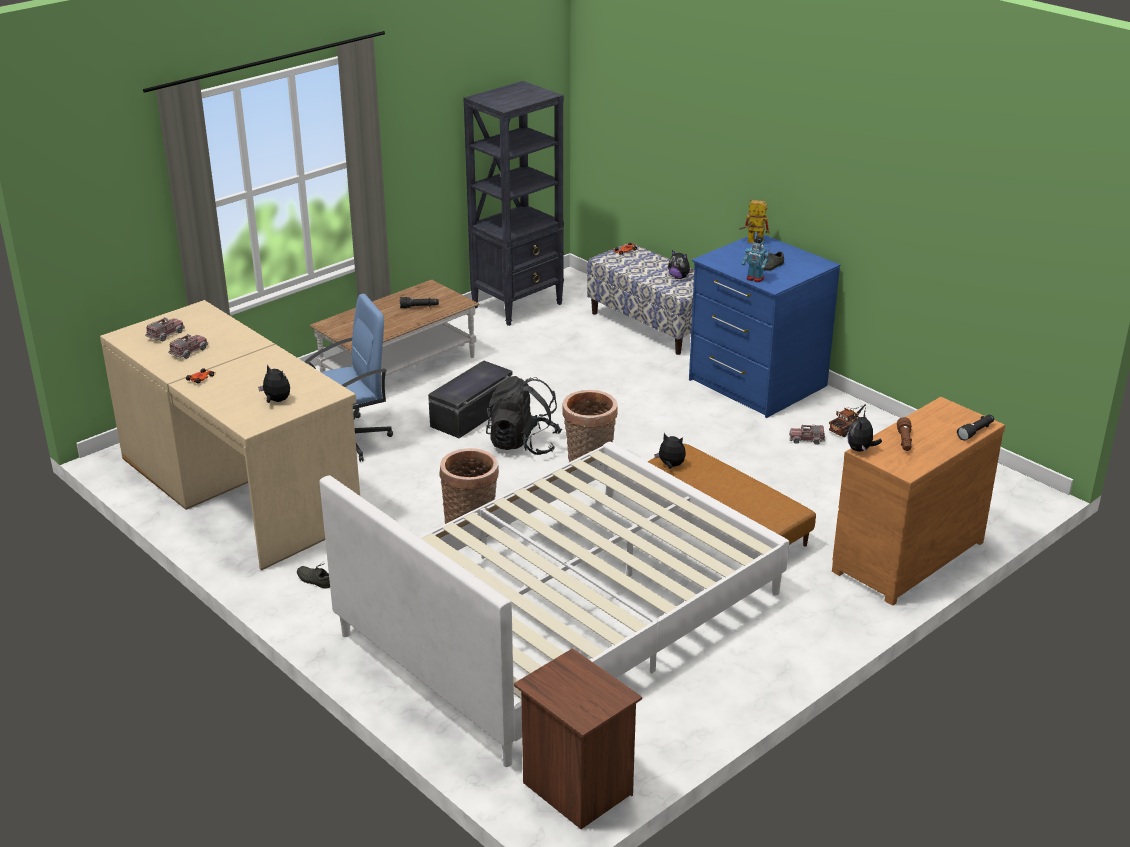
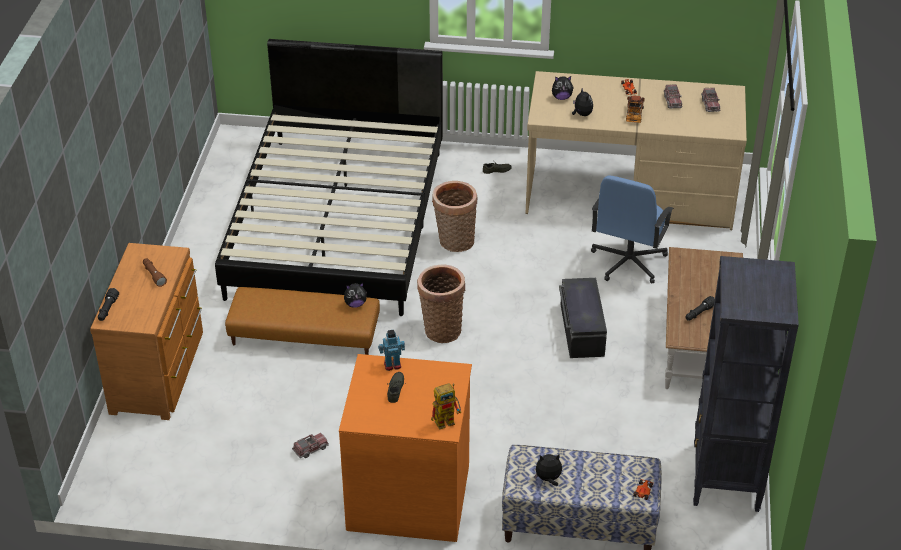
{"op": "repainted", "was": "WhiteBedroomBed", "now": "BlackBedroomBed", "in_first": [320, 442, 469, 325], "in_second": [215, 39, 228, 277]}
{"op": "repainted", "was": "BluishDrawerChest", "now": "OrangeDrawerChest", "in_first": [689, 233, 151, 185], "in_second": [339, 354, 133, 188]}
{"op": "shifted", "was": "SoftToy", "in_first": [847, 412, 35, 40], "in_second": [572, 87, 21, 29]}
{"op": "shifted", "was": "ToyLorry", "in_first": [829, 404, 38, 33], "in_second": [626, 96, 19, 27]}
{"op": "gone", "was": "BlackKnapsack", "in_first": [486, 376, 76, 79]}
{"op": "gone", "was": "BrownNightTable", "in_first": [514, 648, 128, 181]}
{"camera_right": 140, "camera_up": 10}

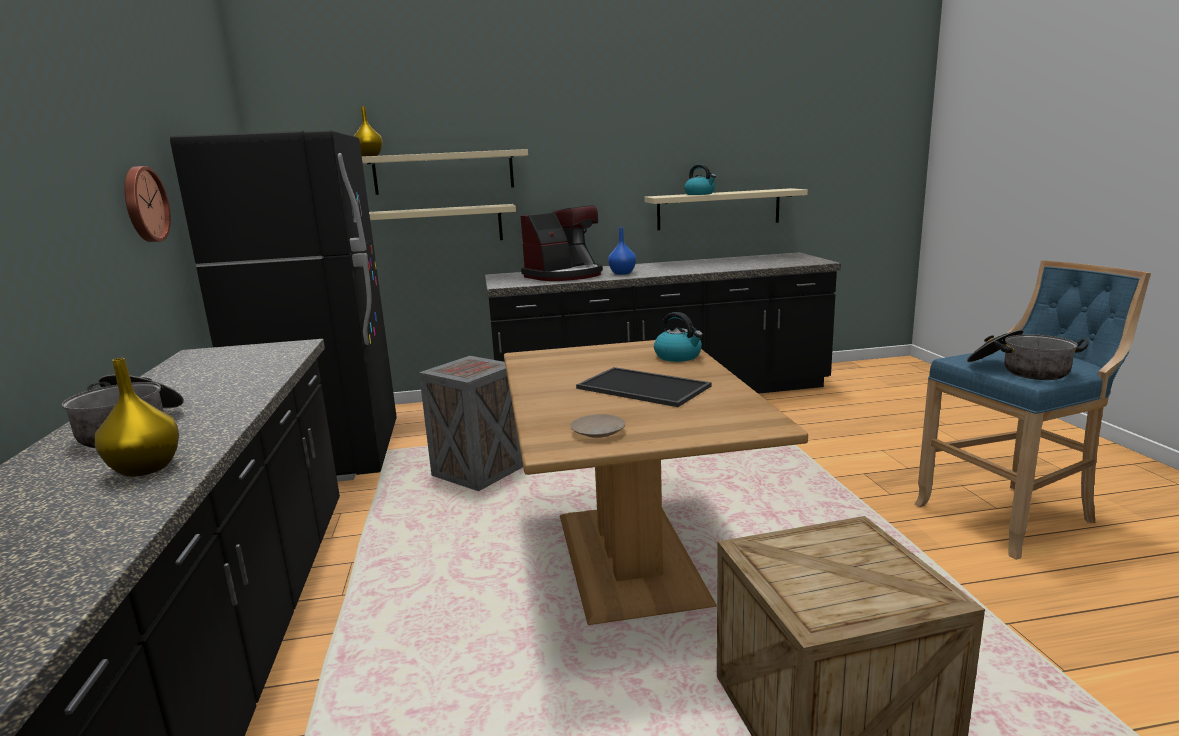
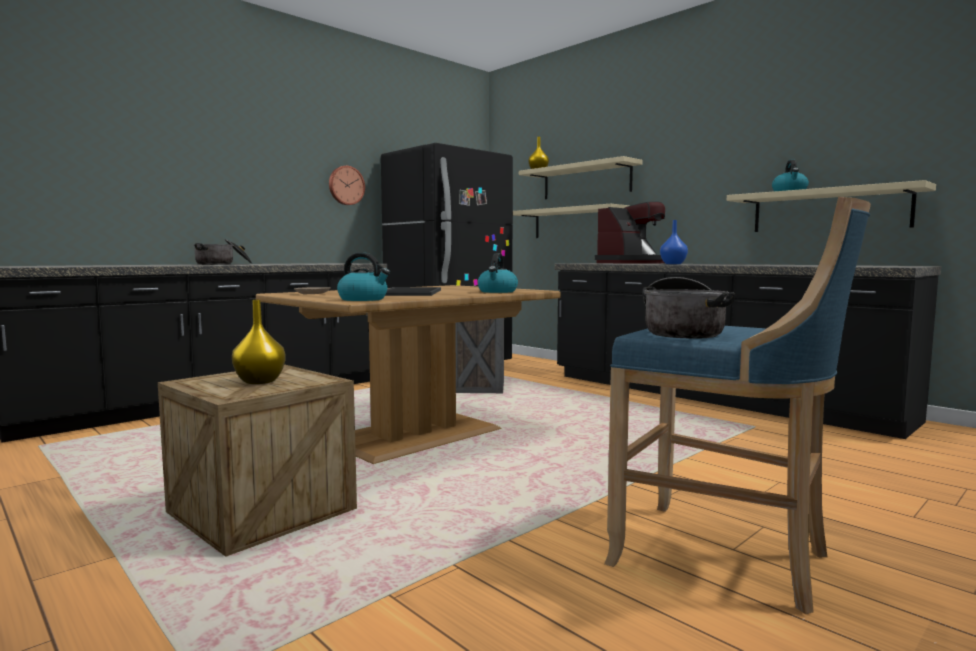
{"op": "shifted", "was": "YellowColouredFlowerVase", "in_first": [95, 358, 84, 119], "in_second": [232, 300, 54, 84]}
{"op": "new", "now": "WaterKettle", "in_second": [337, 252, 53, 49]}
{"op": "rotated", "was": "CoffeeBrewer", "in_first": [521, 205, 82, 76], "in_second": [595, 201, 70, 63], "clockwise": -60}
{"camera_right": 55, "camera_up": -10}

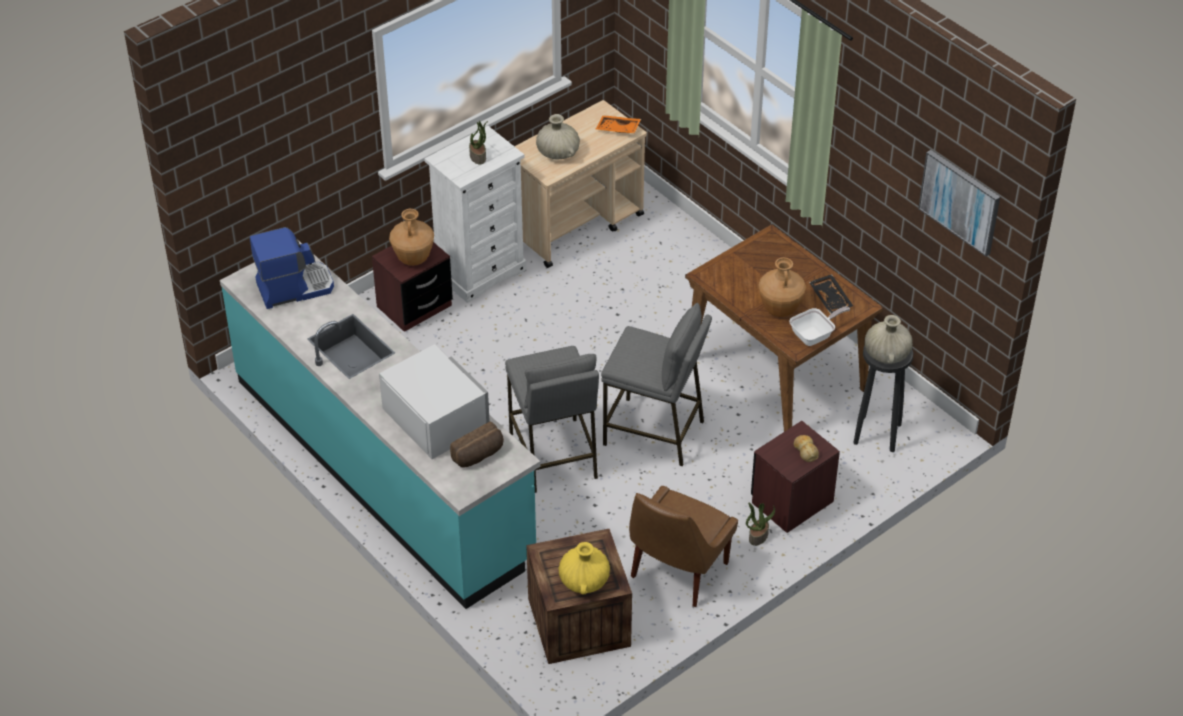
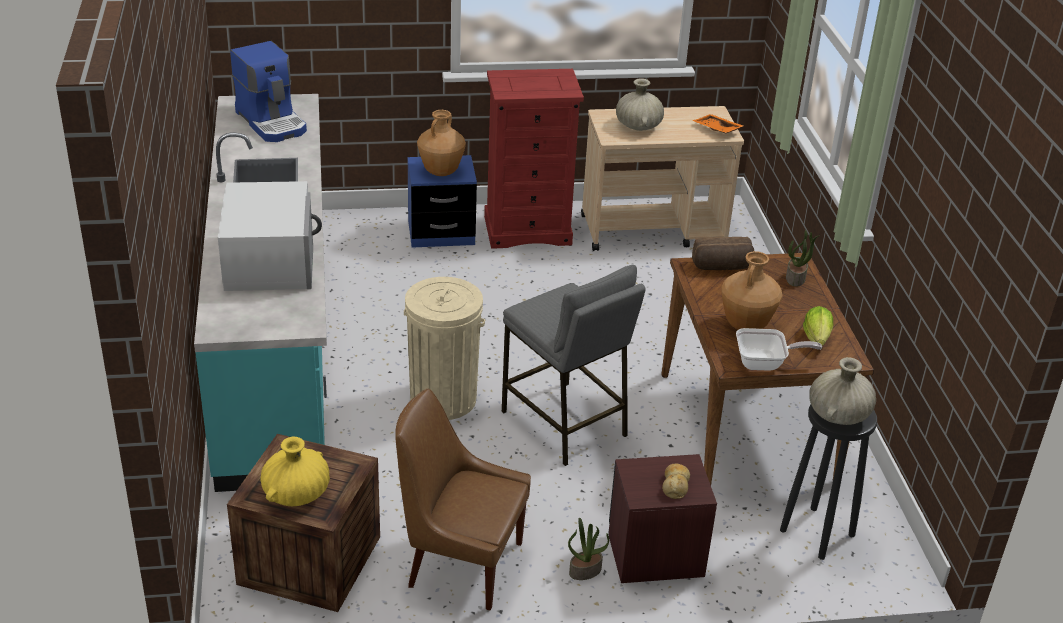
{"op": "rotated", "was": "CoffeeBrewer", "in_first": [250, 227, 84, 82], "in_second": [230, 41, 77, 101], "clockwise": 45}
{"op": "rotated", "was": "BrownUprightChair", "in_first": [629, 486, 109, 121], "in_second": [395, 388, 136, 223], "clockwise": 45}
{"op": "swapped", "was": "GreyishSittingStool", "now": "BeigeWasteBin", "in_first": [505, 346, 94, 147], "in_second": [404, 277, 81, 143]}
{"op": "repainted", "was": "BrownNightTable", "now": "BluishNightTable", "in_first": [372, 242, 81, 90], "in_second": [408, 155, 69, 93]}
{"op": "repainted", "was": "WhiteDrawerChest", "now": "ReddishDrawerChest", "in_first": [424, 126, 103, 177], "in_second": [484, 69, 100, 180]}
{"op": "shifted", "was": "Bread", "in_first": [450, 422, 54, 45], "in_second": [692, 237, 62, 33]}
{"op": "shifted", "was": "PlantInAPot", "in_first": [469, 121, 19, 43], "in_second": [786, 230, 34, 57]}
{"op": "swapped", "was": "BlackServingTray", "now": "Lettuce", "in_first": [809, 274, 44, 40], "in_second": [803, 306, 30, 40]}
{"op": "gone", "was": "Picture", "in_first": [918, 150, 82, 107]}
{"camera_right": 30, "camera_up": -10}

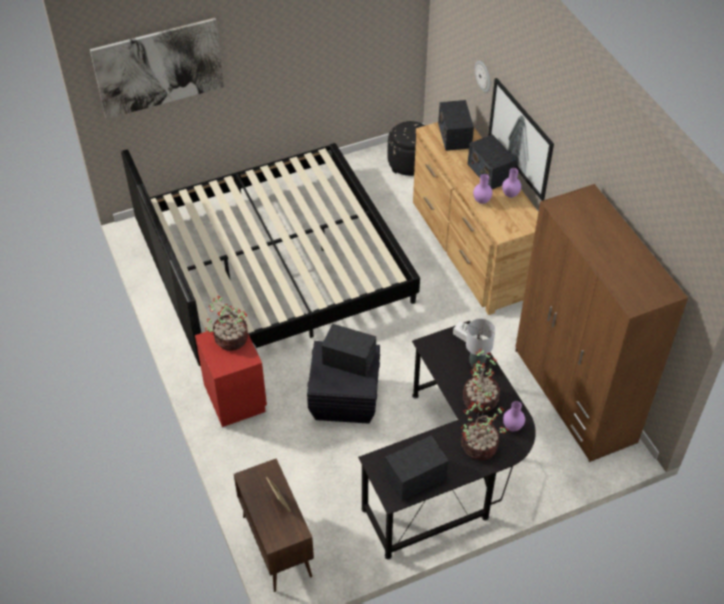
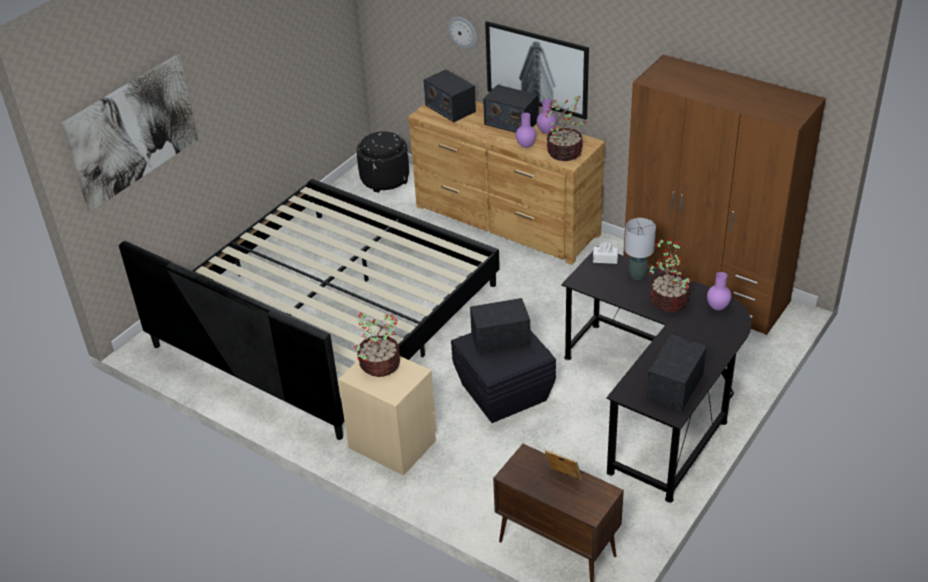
{"op": "repainted", "was": "ReddishNightTable", "now": "BeigeNightTable", "in_first": [195, 331, 72, 96], "in_second": [338, 356, 99, 120]}
{"op": "shifted", "was": "PlantInAPot", "in_first": [461, 401, 48, 59], "in_second": [545, 96, 41, 65]}
{"camera_right": -30, "camera_up": -10}

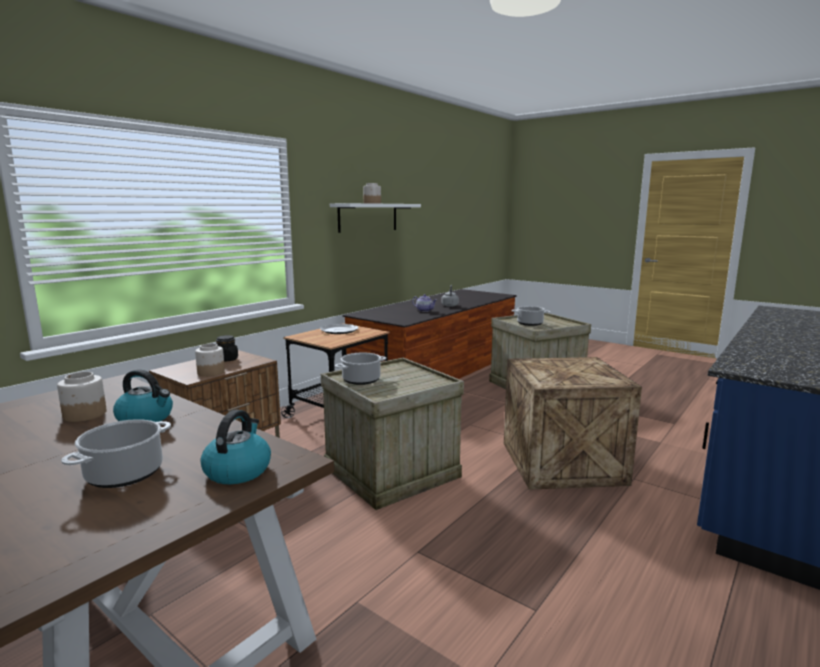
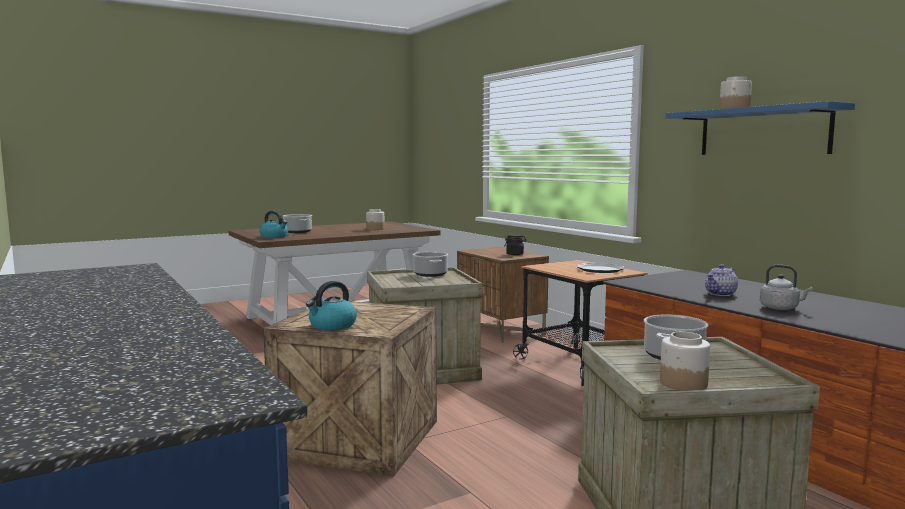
{"op": "shifted", "was": "WaterKettle", "in_first": [113, 369, 60, 53], "in_second": [306, 281, 51, 50]}
{"op": "shifted", "was": "PreserveJar", "in_first": [195, 343, 30, 34], "in_second": [660, 332, 50, 59]}
{"op": "repainted", "was": "WhiteBracketShelf", "now": "BluishBracketShelf", "in_first": [330, 203, 91, 30], "in_second": [665, 101, 190, 54]}
{"camera_right": 110, "camera_up": -5}

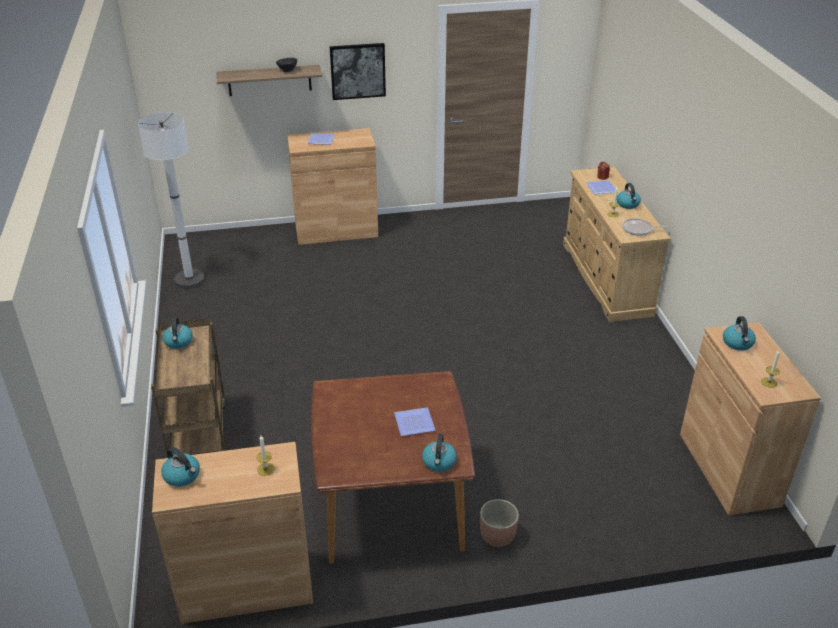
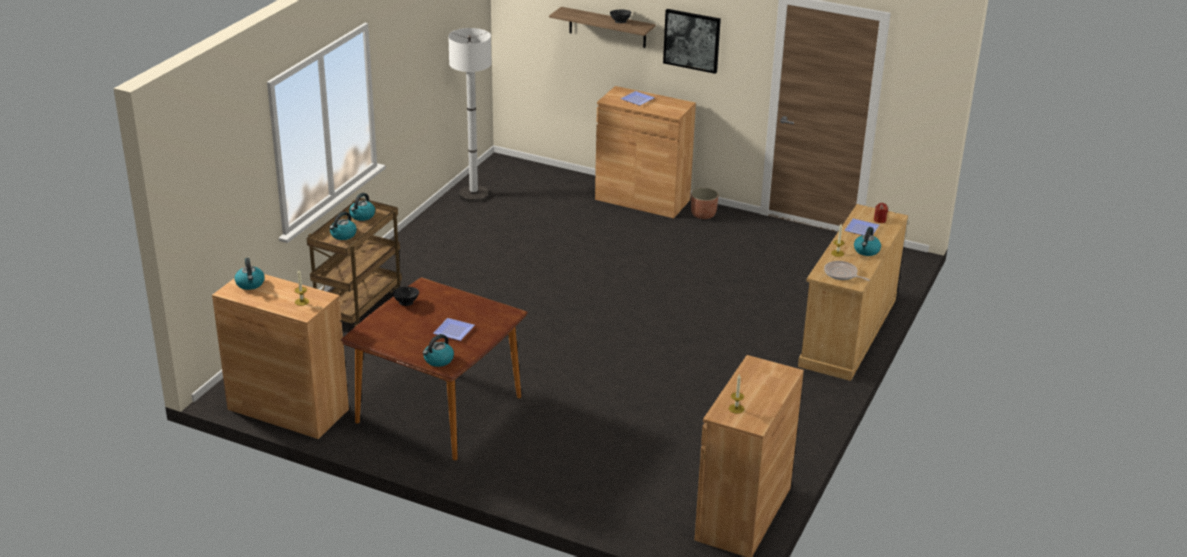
{"op": "shifted", "was": "WaterKettle", "in_first": [723, 316, 33, 35], "in_second": [329, 212, 28, 28]}
{"op": "new", "now": "BlackDeepDish", "in_second": [393, 287, 26, 19]}
{"op": "shifted", "was": "FlowerPot", "in_first": [480, 499, 39, 48], "in_second": [691, 188, 27, 31]}
{"camera_right": 35, "camera_up": -5}

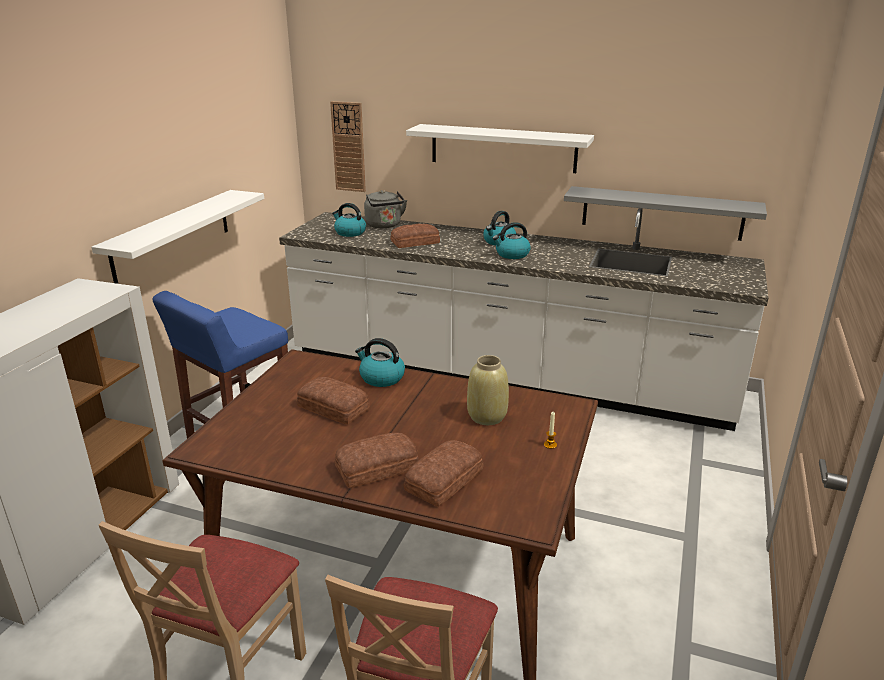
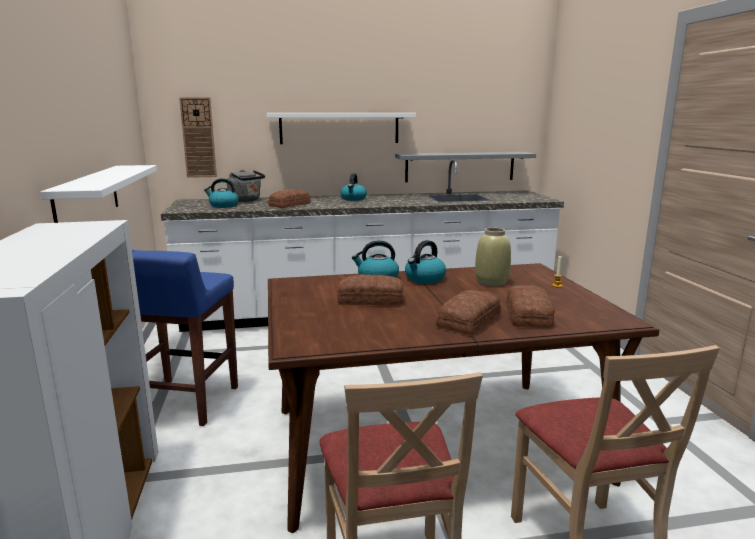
{"op": "shifted", "was": "WaterKettle", "in_first": [493, 222, 38, 37], "in_second": [405, 240, 41, 44]}
{"camera_right": -30, "camera_up": -10}

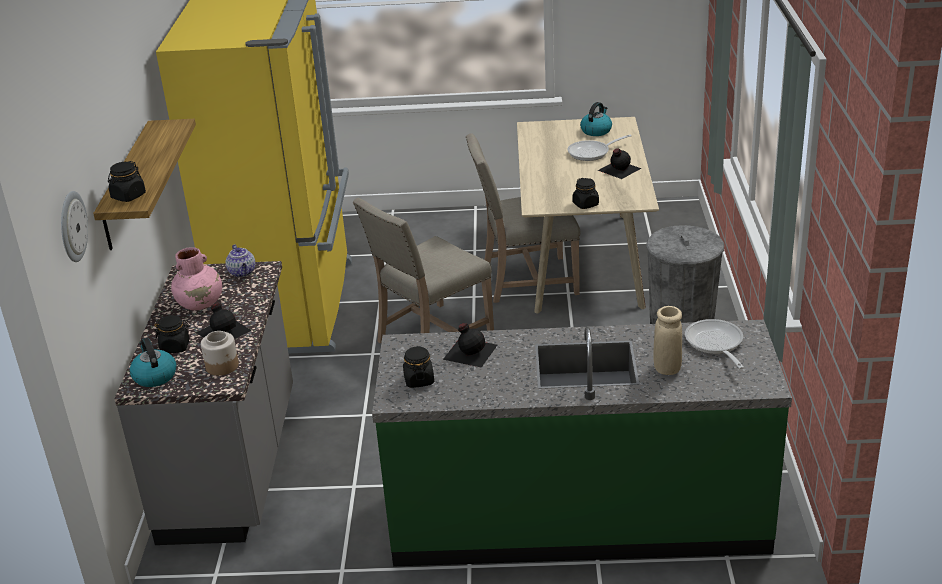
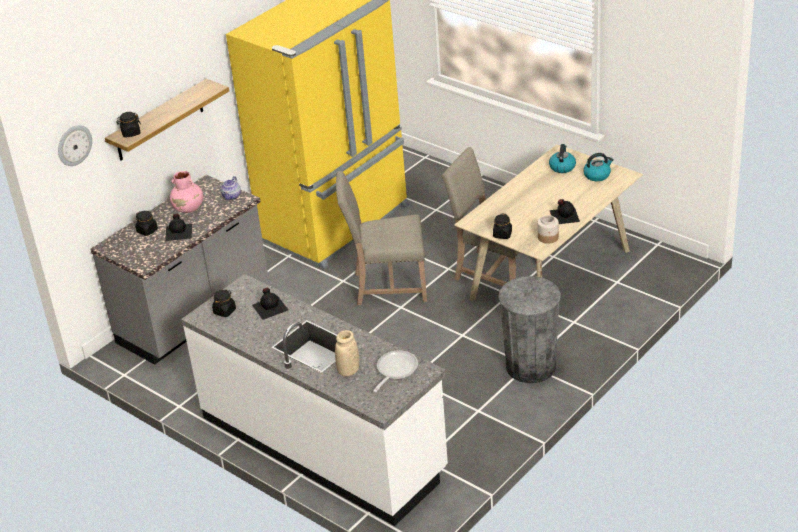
{"op": "repainted", "was": "GreenishCounter", "now": "WhiteCounter", "in_first": [372, 320, 420, 247], "in_second": [181, 274, 267, 252]}
{"op": "shifted", "was": "PreserveJar", "in_first": [201, 331, 38, 45], "in_second": [538, 215, 21, 29]}
{"op": "shifted", "was": "WaterKettle", "in_first": [130, 337, 47, 50], "in_second": [549, 144, 27, 29]}
{"op": "gone", "was": "FryingPan", "in_first": [568, 134, 64, 27]}
{"camera_right": 40, "camera_up": 5}

